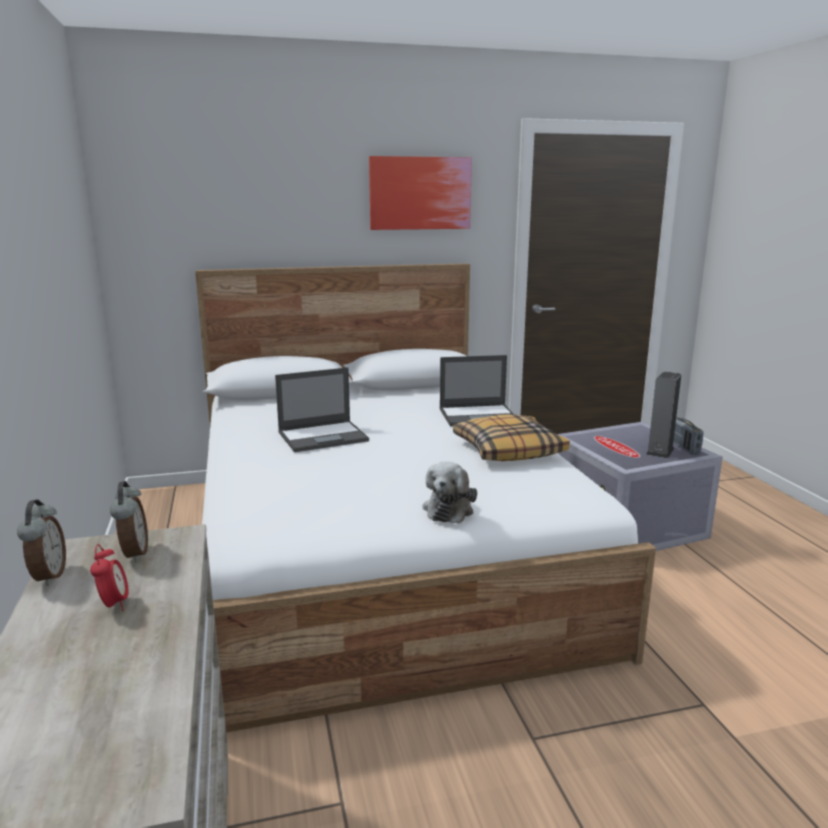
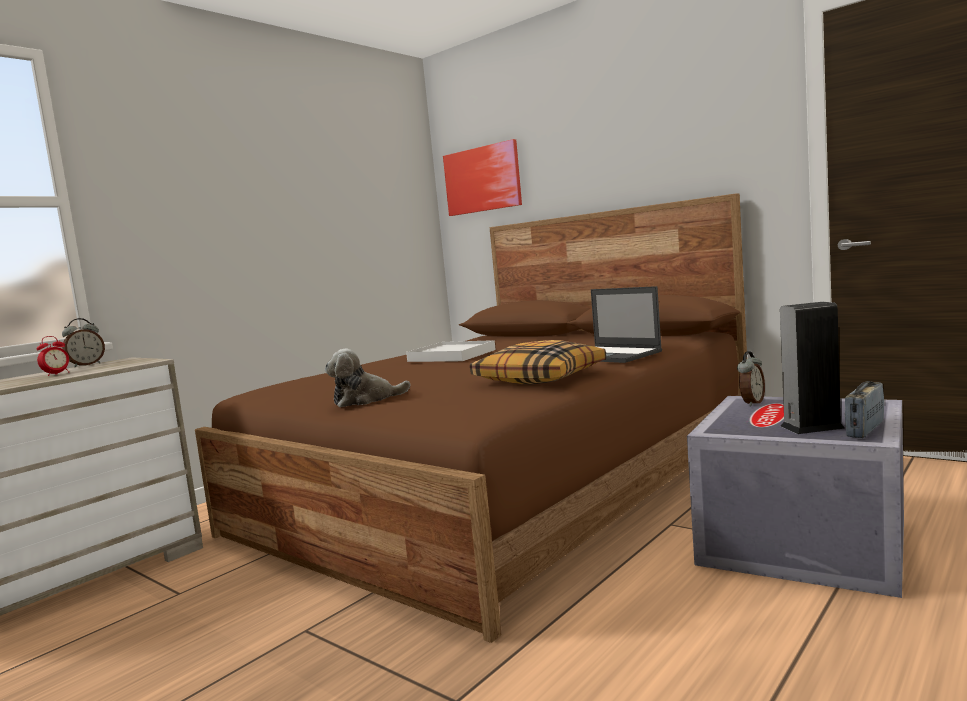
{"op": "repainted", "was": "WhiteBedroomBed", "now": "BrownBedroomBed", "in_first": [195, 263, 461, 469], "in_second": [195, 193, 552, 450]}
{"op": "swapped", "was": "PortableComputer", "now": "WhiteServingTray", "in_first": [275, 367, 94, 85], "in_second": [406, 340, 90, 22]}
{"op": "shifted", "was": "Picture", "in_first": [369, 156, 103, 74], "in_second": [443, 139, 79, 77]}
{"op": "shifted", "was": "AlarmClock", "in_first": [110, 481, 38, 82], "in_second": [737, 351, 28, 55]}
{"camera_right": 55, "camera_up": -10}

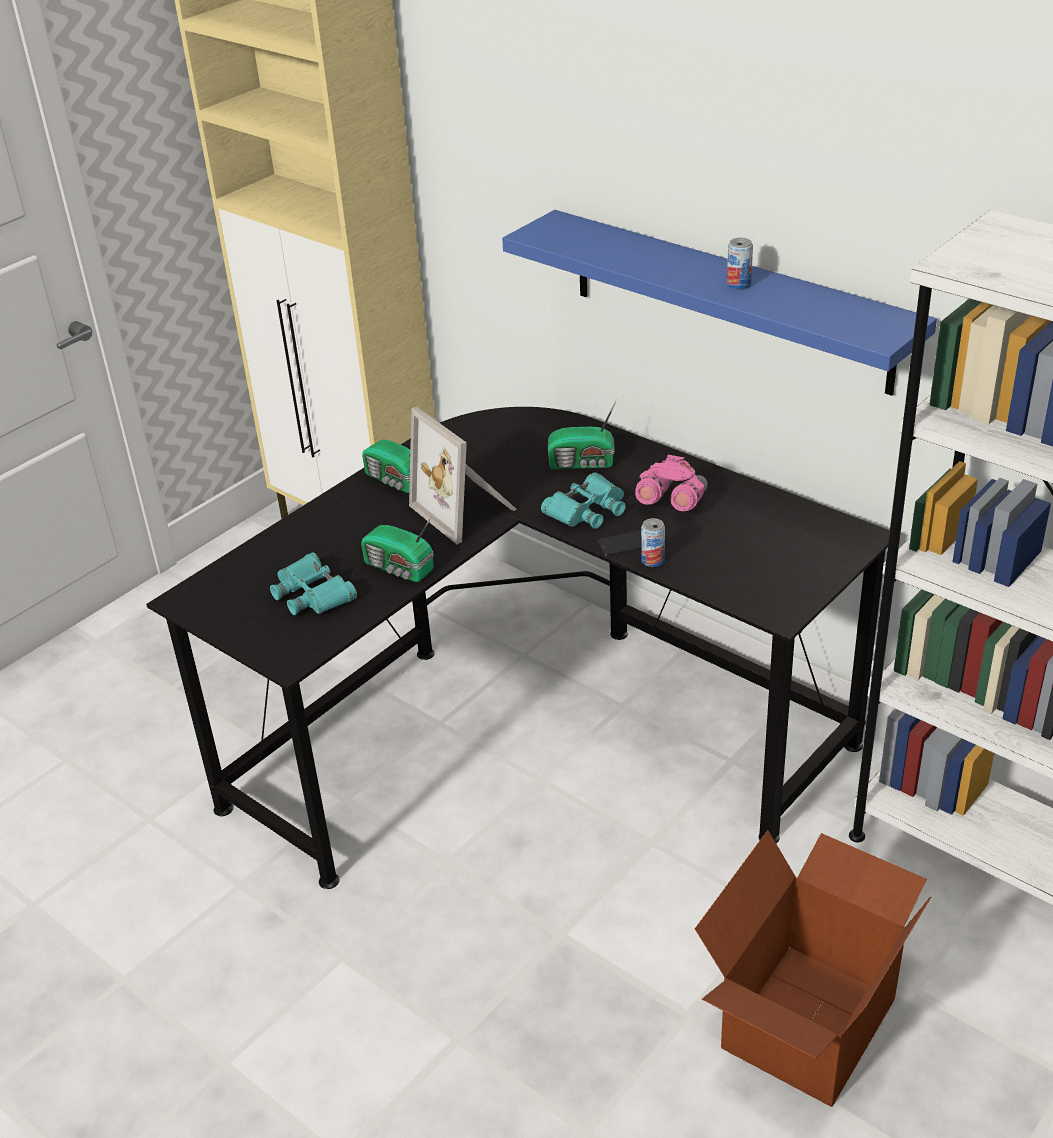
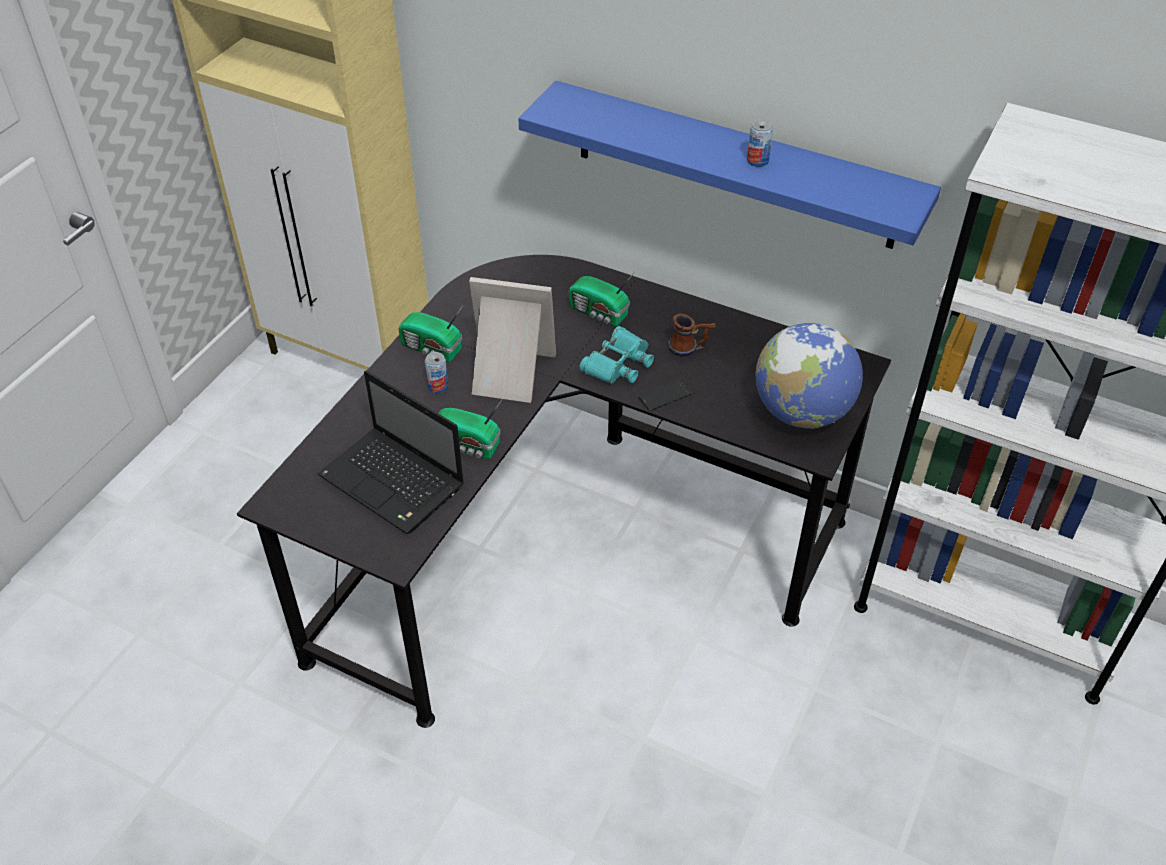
{"op": "swapped", "was": "TurquoiseFieldGlasses", "now": "PortableComputer", "in_first": [270, 552, 87, 63], "in_second": [318, 370, 146, 164]}
{"op": "shifted", "was": "MetalCan", "in_first": [641, 518, 24, 49], "in_second": [425, 352, 23, 41]}
{"op": "rotated", "was": "PhotoFrame", "in_first": [409, 407, 108, 137], "in_second": [469, 277, 87, 126], "clockwise": 150}
{"op": "rotated", "was": "RadioSet", "in_first": [548, 399, 69, 70], "in_second": [569, 272, 66, 54], "clockwise": 45}
{"op": "swapped", "was": "PinkishFieldGlasses", "now": "Mug", "in_first": [635, 455, 73, 56], "in_second": [668, 314, 48, 42]}
{"op": "new", "now": "Globe", "in_second": [756, 323, 107, 106]}
{"op": "gone", "was": "Carton", "in_first": [695, 830, 236, 277]}
{"camera_right": -15, "camera_up": 10}

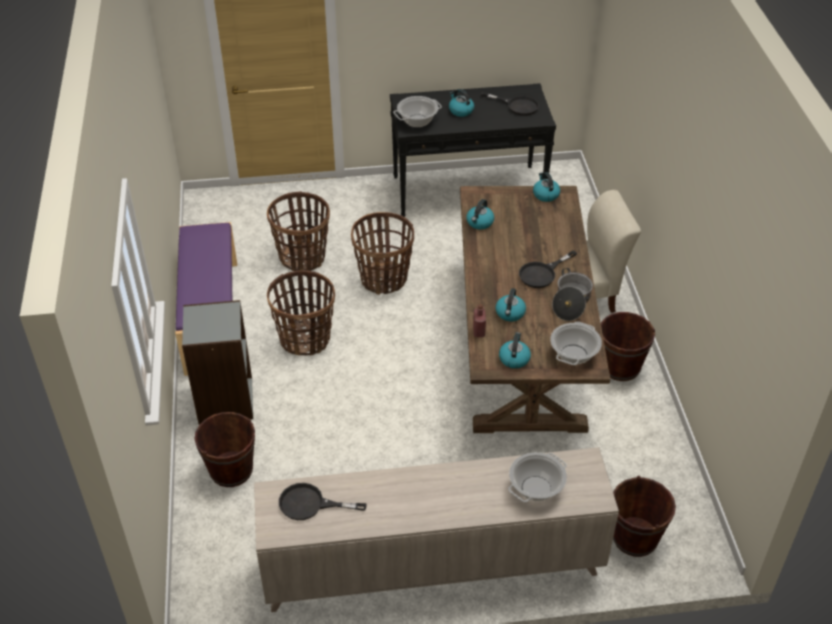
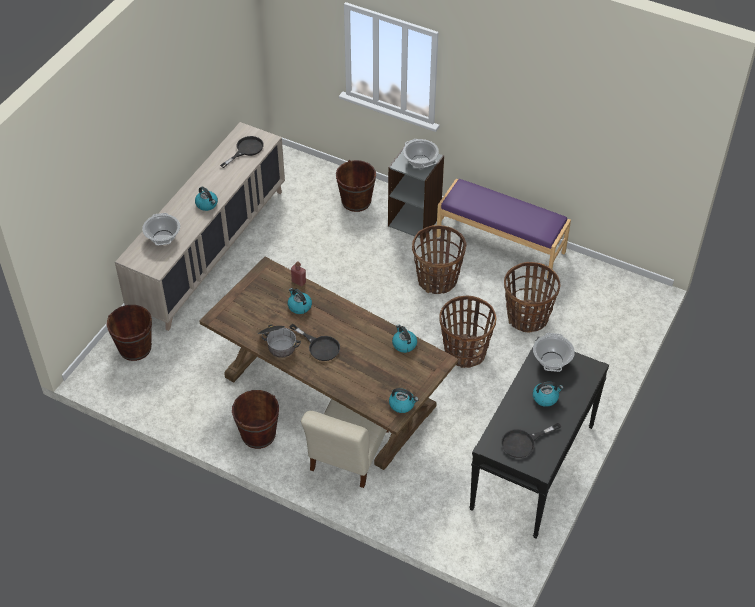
{"op": "shifted", "was": "WaterKettle", "in_first": [499, 332, 32, 37], "in_second": [195, 187, 23, 24]}
{"op": "rotated", "was": "BlackFryingPan", "in_first": [519, 250, 58, 38], "in_second": [289, 324, 51, 37], "clockwise": 135}
{"op": "shifted", "was": "CookingPot", "in_first": [550, 321, 52, 44], "in_second": [403, 139, 36, 29]}
{"camera_right": 125, "camera_up": 5}

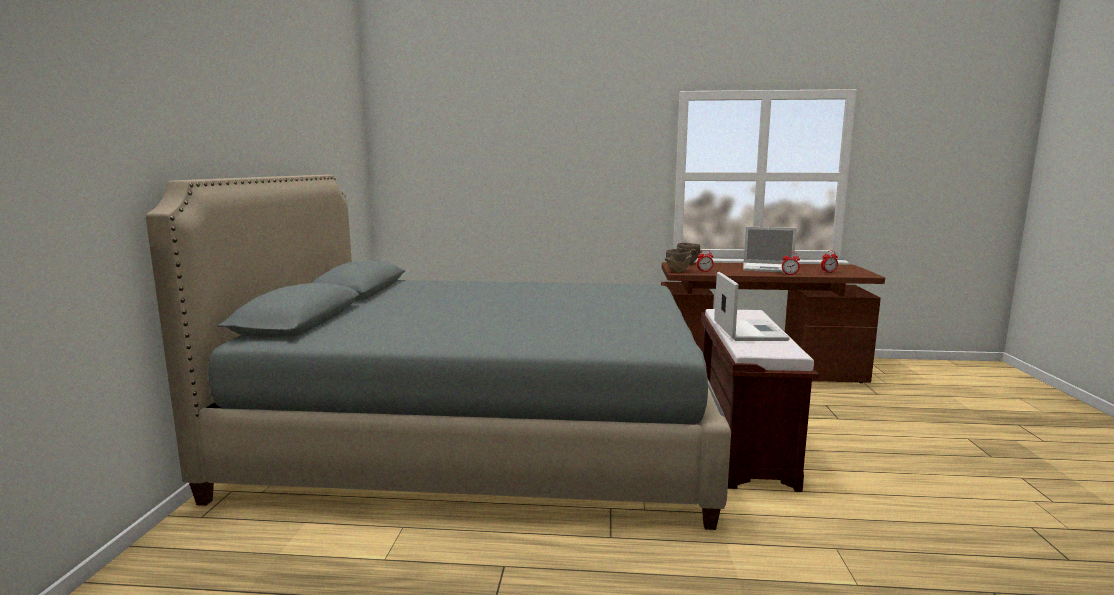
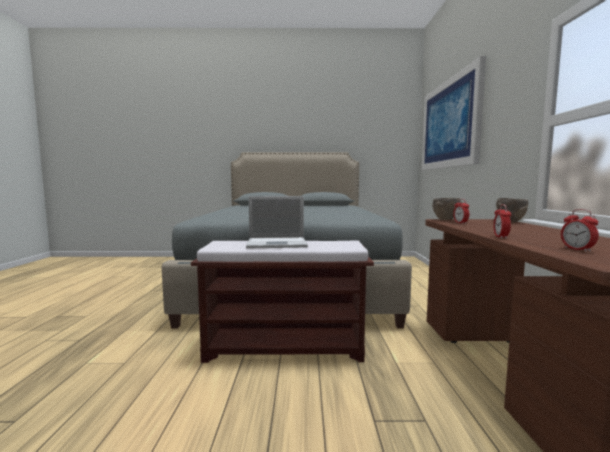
{"op": "new", "now": "Picture", "in_second": [422, 56, 64, 114]}
{"op": "gone", "was": "PortableComputer", "in_first": [743, 227, 54, 46]}
{"camera_right": 85, "camera_up": -5}

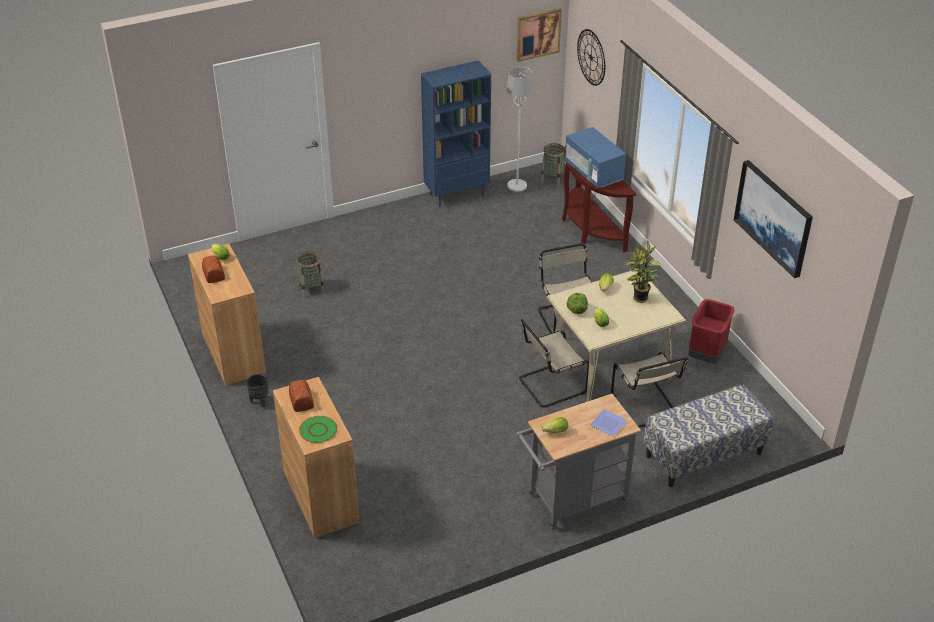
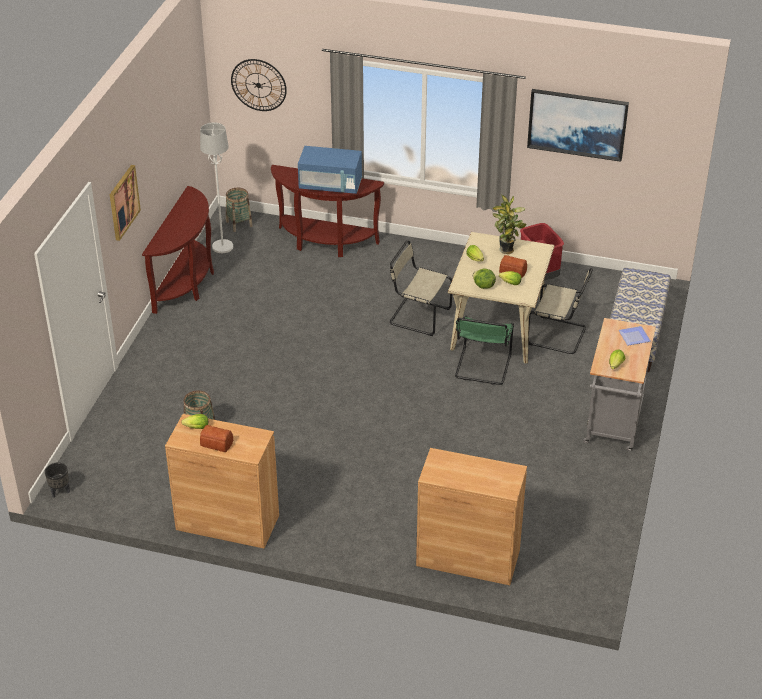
{"op": "shifted", "was": "BlackFlowerPot", "in_first": [246, 374, 23, 34], "in_second": [45, 463, 25, 35]}
{"op": "shifted", "was": "Picture", "in_first": [517, 8, 45, 54], "in_second": [110, 165, 31, 76]}
{"op": "swapped", "was": "BluishShelvingUnit", "now": "BrownHallTable", "in_first": [421, 60, 70, 147], "in_second": [142, 186, 72, 128]}
{"op": "repainted", "was": "BeigeUprightChair", "now": "GreenishUprightChair", "in_first": [519, 319, 70, 88], "in_second": [455, 316, 59, 69]}
{"op": "shifted", "was": "Bread", "in_first": [289, 380, 25, 32], "in_second": [499, 255, 28, 23]}
{"op": "gone", "was": "GreenishDinnerPlate", "in_first": [299, 416, 38, 27]}
{"camera_right": -50, "camera_up": 0}

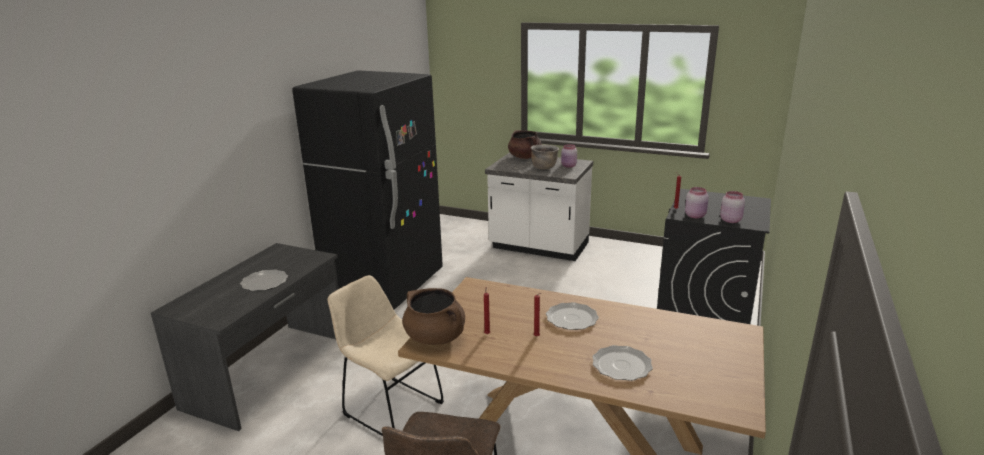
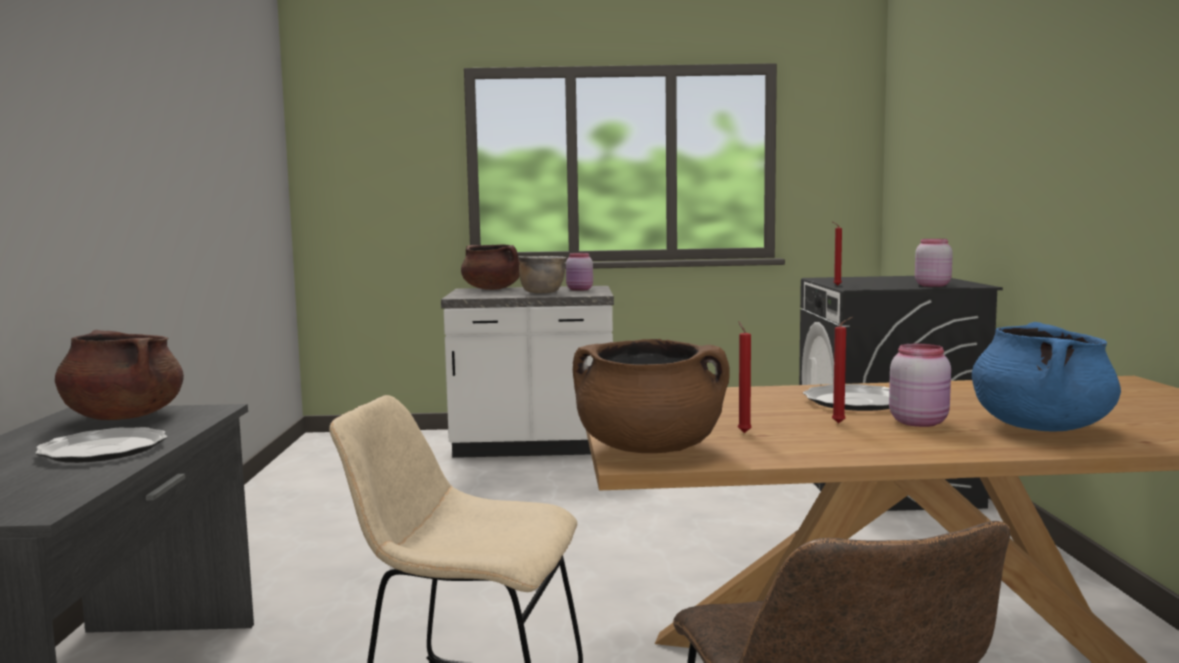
{"op": "new", "now": "BrownCookingPot", "in_second": [55, 330, 129, 90]}
{"op": "shifted", "was": "PinkishPreserveJar", "in_first": [685, 187, 24, 31], "in_second": [889, 344, 62, 83]}
{"op": "swapped", "was": "DinnerPlate", "now": "BluishCookingPot", "in_first": [592, 345, 61, 36], "in_second": [972, 322, 149, 110]}
{"op": "gone", "was": "BlackFridge", "in_first": [292, 70, 151, 240]}
{"camera_right": -25, "camera_up": -15}

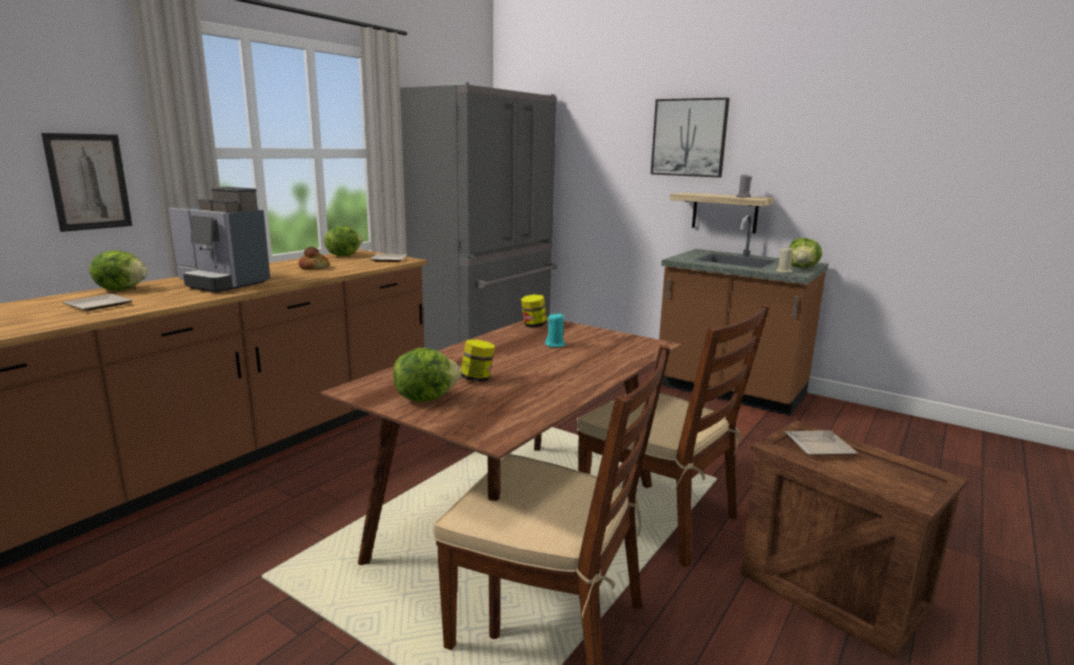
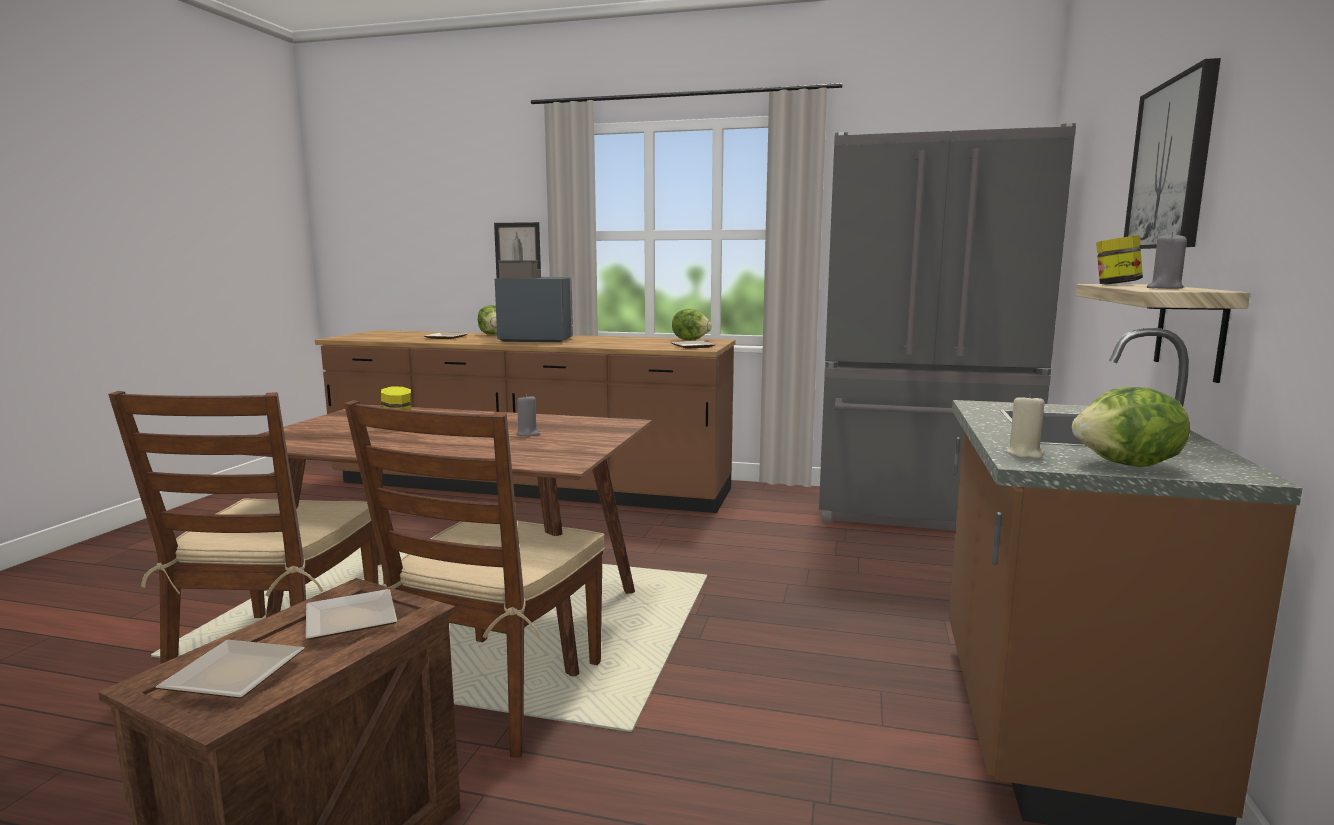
{"op": "new", "now": "DinnerPlate", "in_second": [155, 640, 149, 58]}
{"op": "rotated", "was": "CoffeeBrewer", "in_first": [168, 187, 102, 106], "in_second": [495, 260, 78, 82], "clockwise": 90}
{"op": "repainted", "was": "TurquoiseWaxLight", "now": "GreyishWaxLight", "in_first": [545, 312, 21, 35], "in_second": [517, 394, 23, 42]}
{"op": "shifted", "was": "PreserveJar", "in_first": [521, 294, 26, 33], "in_second": [1096, 235, 47, 50]}
{"op": "gone", "was": "Bread", "in_first": [299, 247, 30, 23]}
{"op": "gone", "was": "Lettuce", "in_first": [393, 348, 68, 54]}
{"camera_right": 70, "camera_up": -5}

